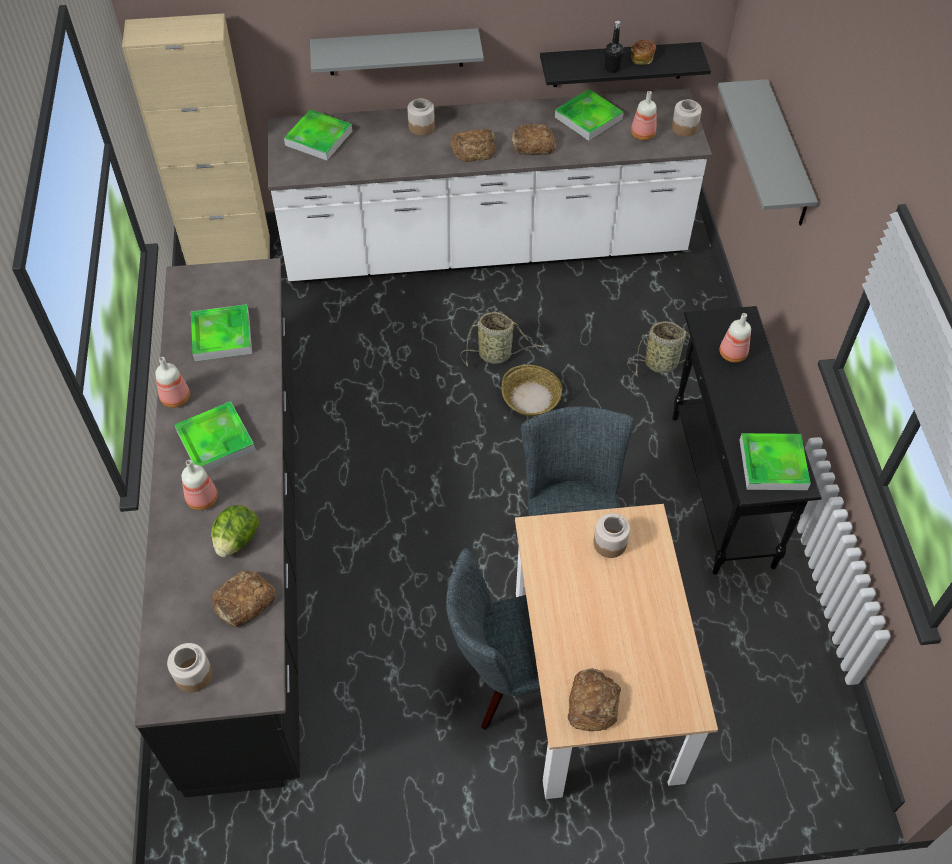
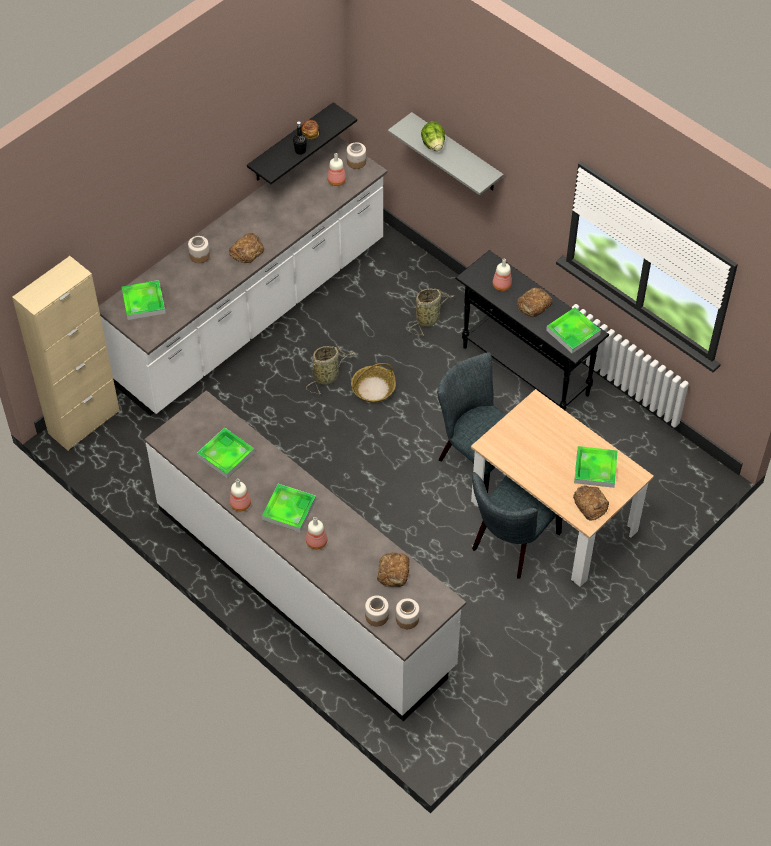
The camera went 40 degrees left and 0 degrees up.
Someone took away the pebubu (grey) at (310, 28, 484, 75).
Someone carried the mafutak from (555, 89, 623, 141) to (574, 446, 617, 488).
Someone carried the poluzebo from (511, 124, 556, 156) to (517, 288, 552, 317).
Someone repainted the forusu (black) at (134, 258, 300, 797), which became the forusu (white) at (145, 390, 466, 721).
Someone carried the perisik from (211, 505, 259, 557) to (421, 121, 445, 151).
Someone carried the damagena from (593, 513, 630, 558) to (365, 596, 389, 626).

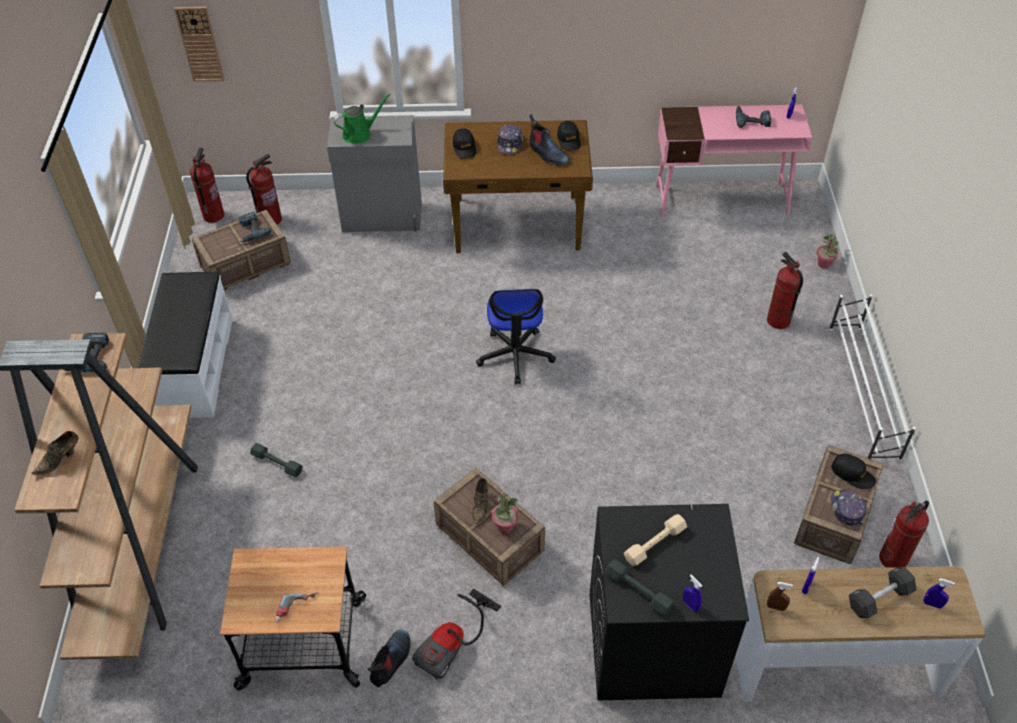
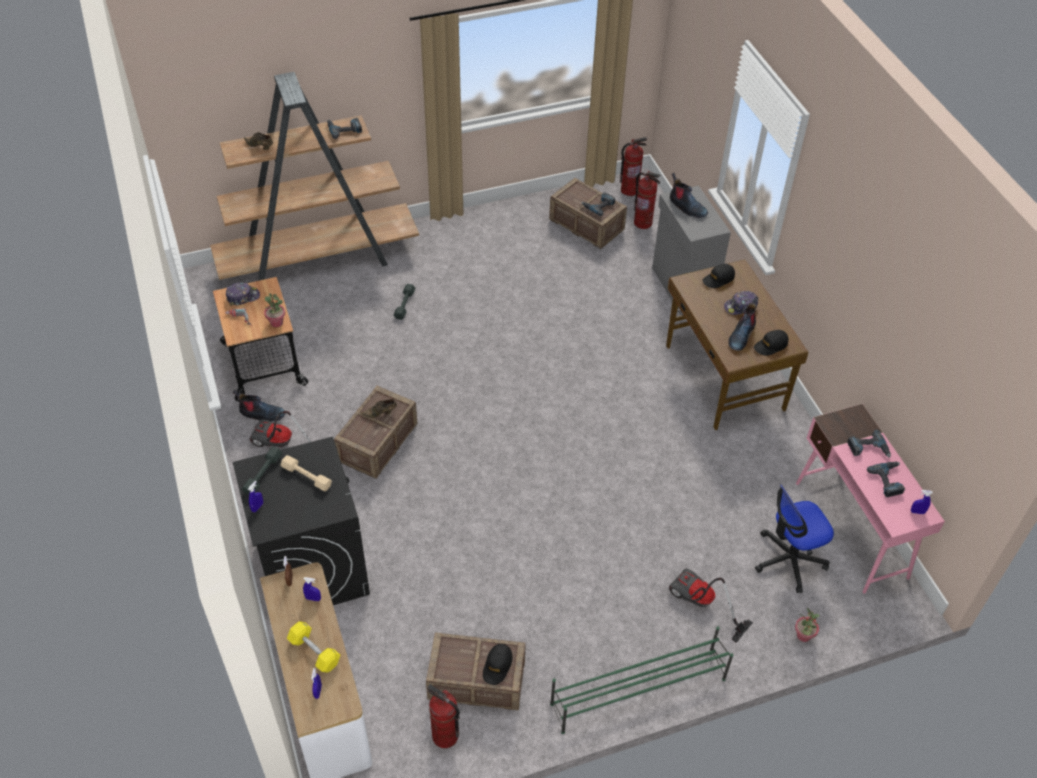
The camera went 70 degrees right and 0 degrees up.
Someone took away the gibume at (174, 7, 224, 82).
Someone swapped the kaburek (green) at (333, 93, 391, 144) for the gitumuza at (670, 173, 708, 218).
Someone swapped the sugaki at (767, 252, 803, 329) for the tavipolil at (669, 569, 753, 643).
Someone took away the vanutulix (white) at (137, 272, 233, 418).
Someone carried the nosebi from (476, 289, 556, 384) to (755, 484, 834, 593).
Someone repainted the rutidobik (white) at (829, 294, 916, 462), which became the rutidobik (green) at (550, 626, 733, 734).
Someone carried the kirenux from (831, 490, 866, 526) to (226, 282, 260, 306).
Someone carried the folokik from (492, 494, 519, 533) to (264, 293, 285, 327).
Someone repainted the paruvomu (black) at (849, 567, 917, 618), which became the paruvomu (yellow) at (287, 621, 340, 673).
Someone put down the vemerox at (847, 429, 891, 458).

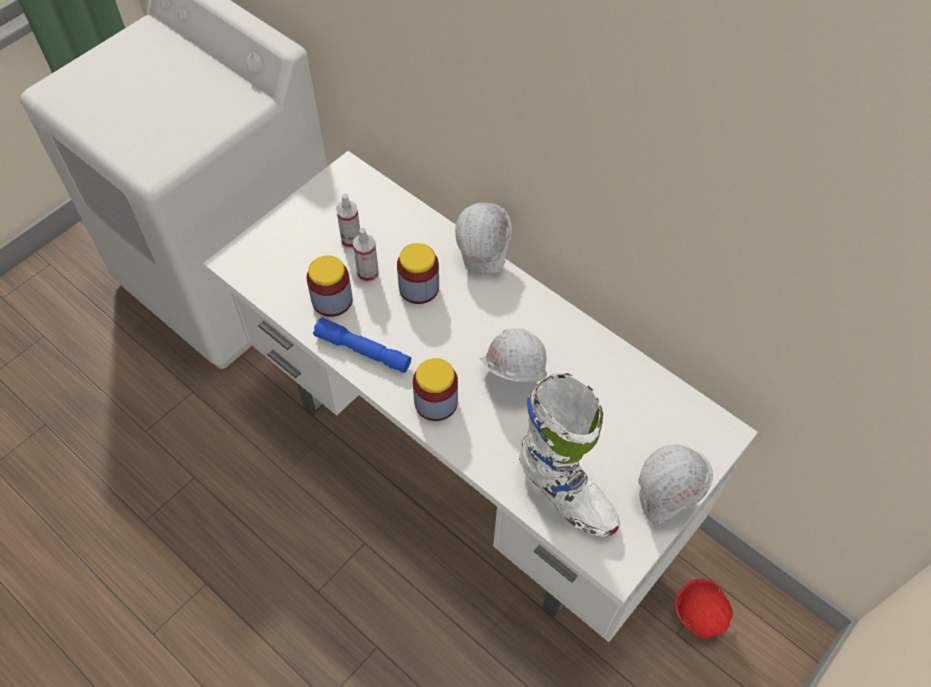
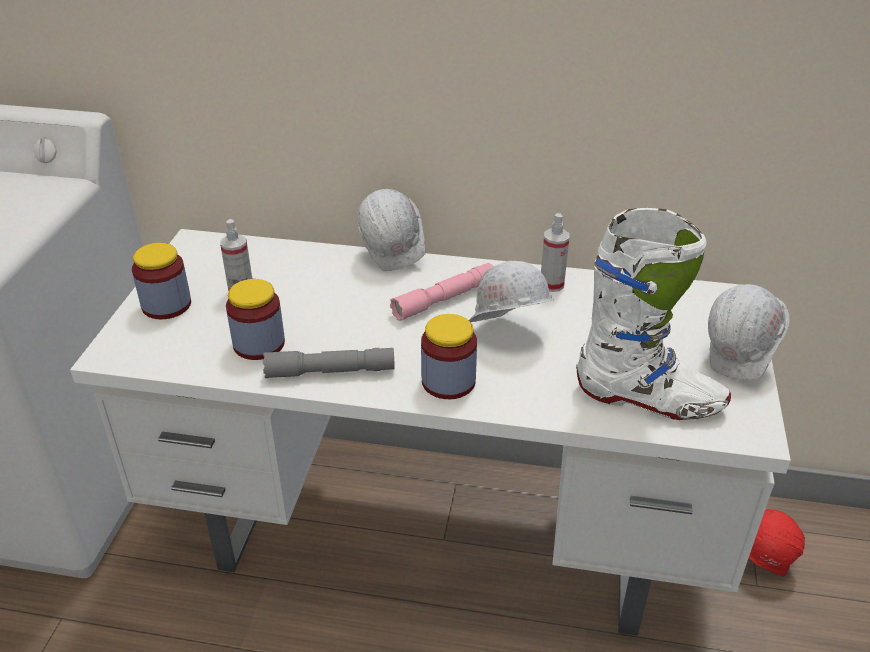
The camera went 30 degrees left and 20 degrees down.
Someone carried the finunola from (353, 228, 379, 282) to (541, 213, 569, 292).
Someone carried the damagena from (397, 243, 439, 304) to (132, 243, 191, 319).
Someone repainted the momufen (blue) at (313, 317, 411, 373), which became the momufen (grey) at (263, 348, 395, 378).
Someone put down the momufen (pink) at (390, 263, 493, 321).

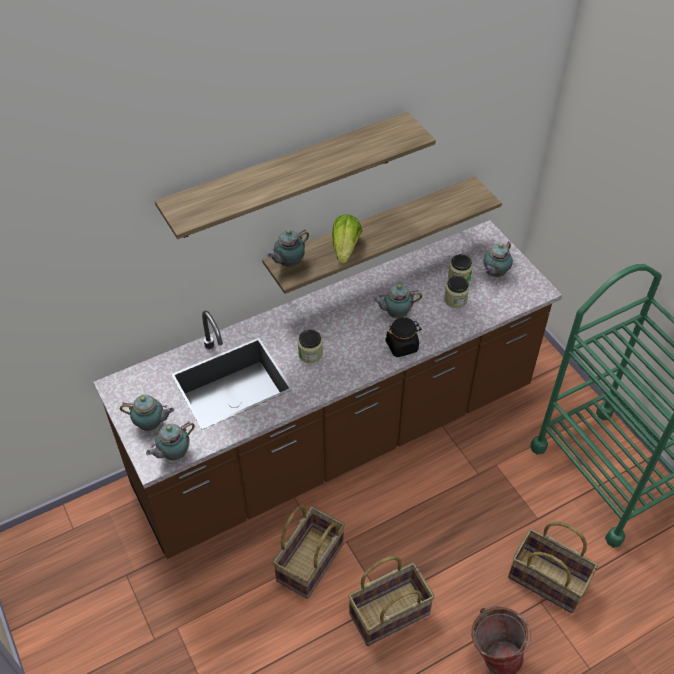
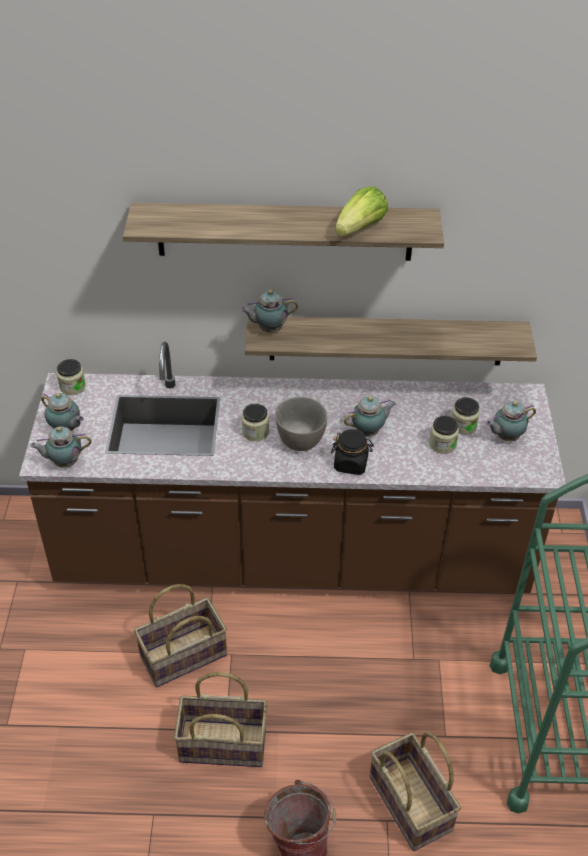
The camera went 30 degrees right and 5 degrees down.
Someone carried the perisik from (332, 214, 362, 263) to (335, 186, 388, 236).
Someone rotated the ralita at (373, 284, 422, 319) by 135 degrees clockwise.
Someone put down the damagena at (57, 359, 86, 395).
Someone put down the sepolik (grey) at (275, 397, 327, 451).

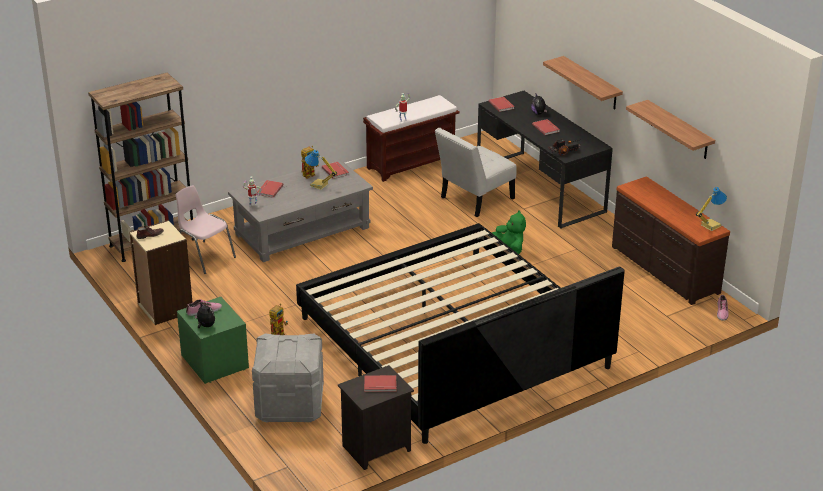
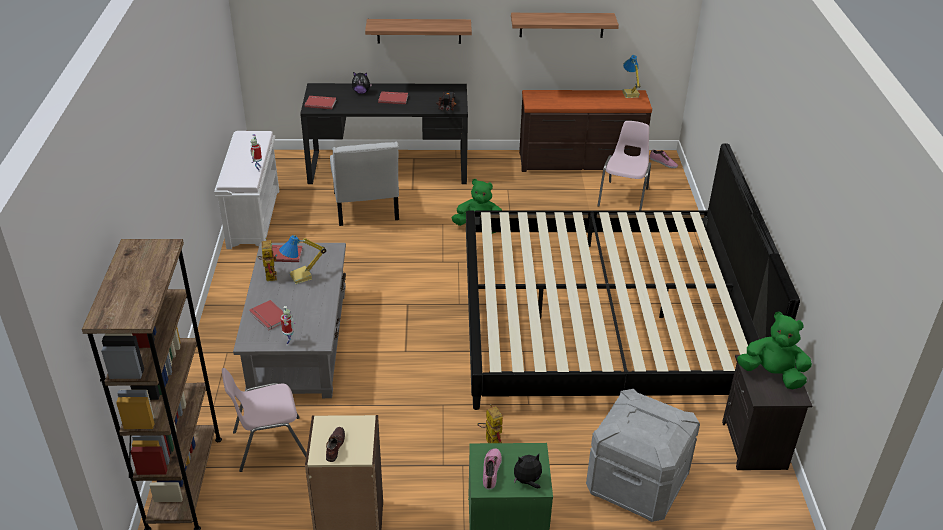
The camera went 60 degrees left and 5 degrees up.
Someone repainted the vanutulix (brown) at (363, 95, 460, 182), which became the vanutulix (white) at (214, 131, 279, 249).
Someone swapped the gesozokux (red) at (364, 375, 397, 392) for the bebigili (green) at (737, 312, 812, 389).
Someone put down the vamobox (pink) at (597, 121, 651, 210).

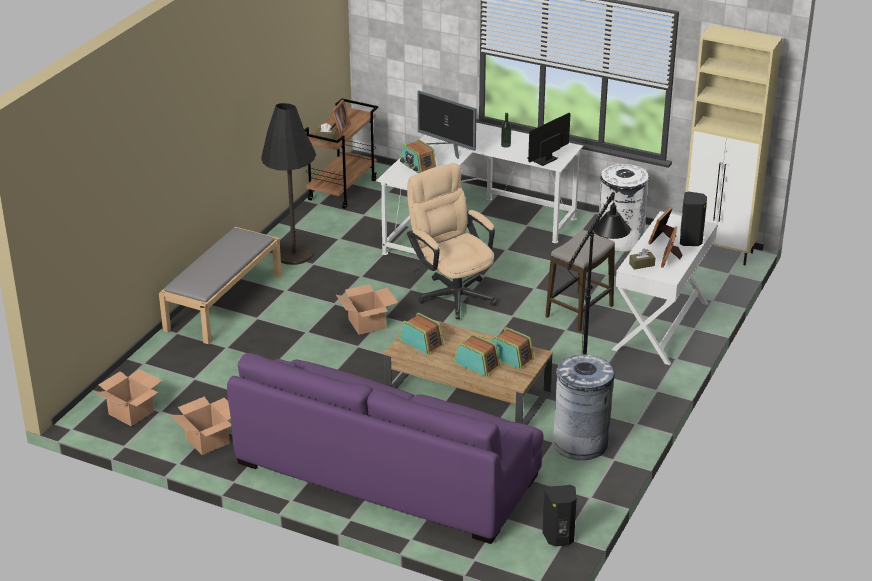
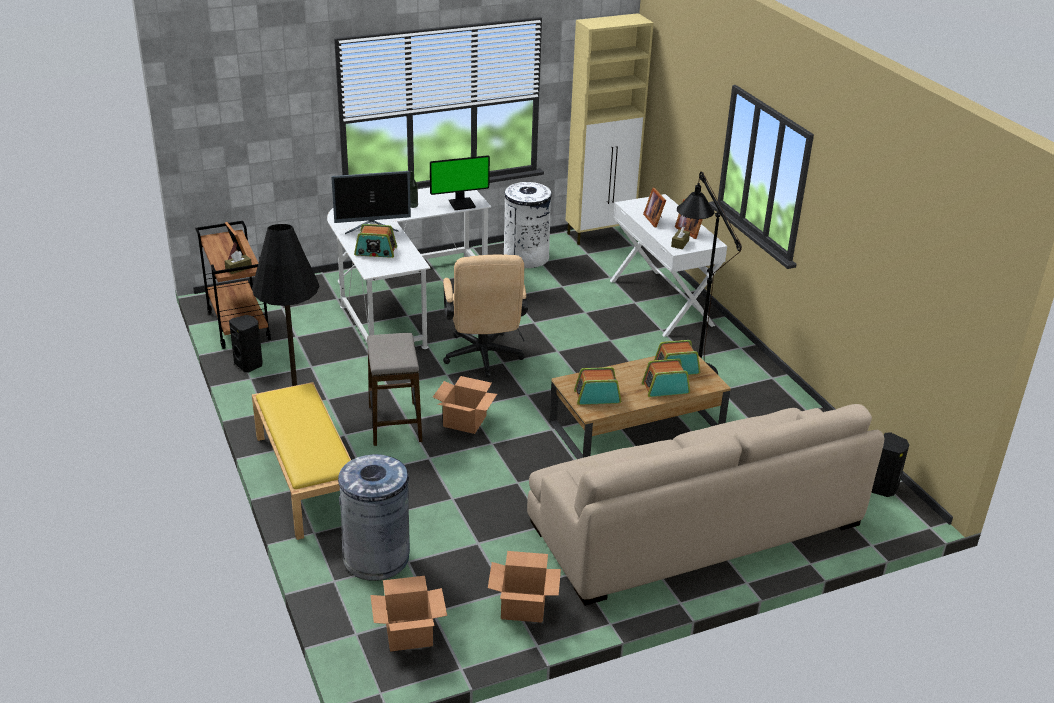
The camera went 50 degrees left and 0 degrees up.
Someone rotated the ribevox at (527, 113, 570, 166) by 105 degrees counterclockwise.
Someone rotated the nosebi (beige) at (407, 163, 497, 319) by 105 degrees counterclockwise.
Someone carried the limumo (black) from (680, 191, 707, 246) to (229, 315, 263, 372).
Someone repainted the vanutulix (grey) at (159, 227, 282, 344), which became the vanutulix (yellow) at (252, 382, 351, 540).
Someone carried the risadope from (545, 230, 615, 331) to (367, 333, 422, 446).
Someone repainted the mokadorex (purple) at (227, 353, 544, 544), which became the mokadorex (beige) at (527, 404, 884, 606).
Someone carried the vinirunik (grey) from (552, 354, 615, 460) to (338, 454, 410, 581).

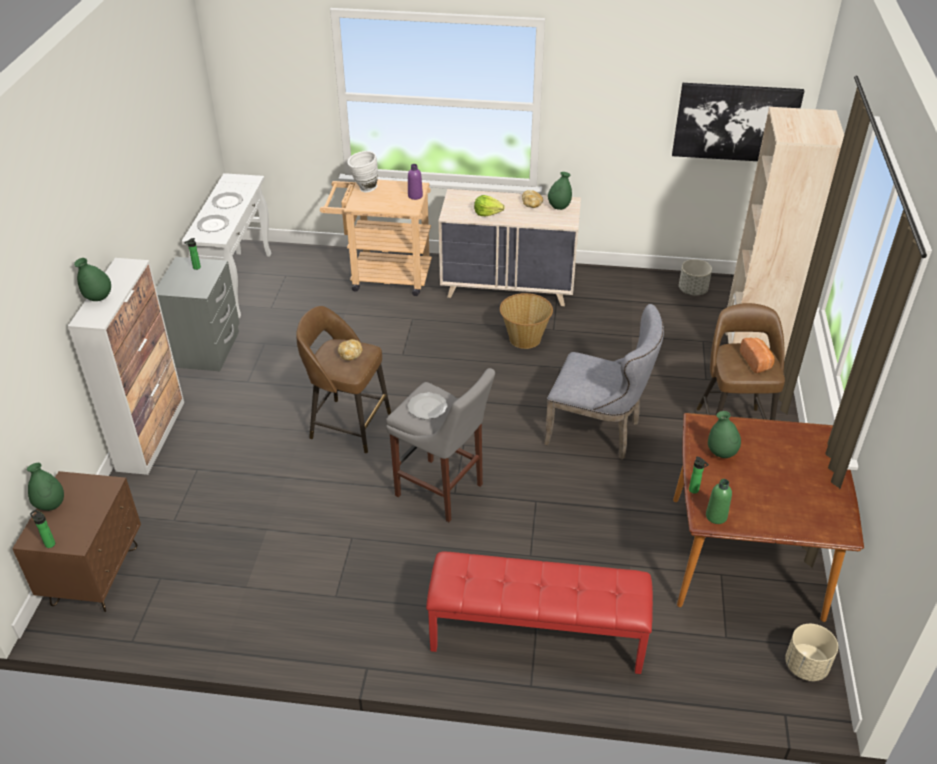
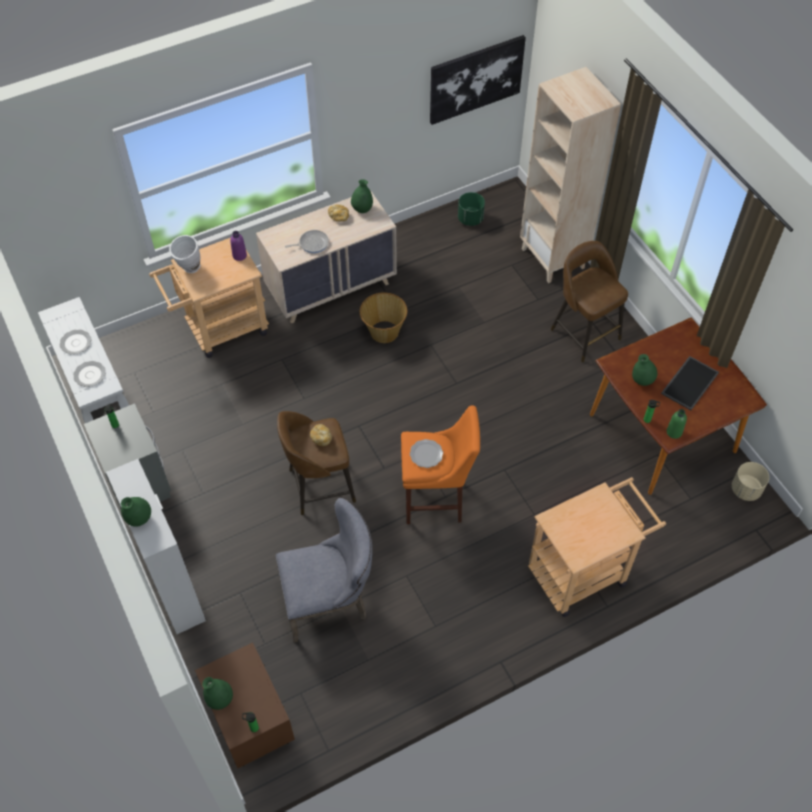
The camera went 35 degrees left and 15 degrees up.
Someone swapped the perisik at (474, 195, 505, 216) for the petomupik at (285, 230, 329, 253).
Someone repainted the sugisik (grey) at (679, 259, 712, 296), which became the sugisik (green) at (458, 192, 485, 226).
Someone carried the vamobox (grey) from (544, 304, 664, 460) to (276, 498, 372, 643).
Someone took away the poluzebo at (740, 337, 775, 373).
Someone repainted the risadope (grey) at (386, 368, 495, 522), which became the risadope (orange) at (401, 406, 480, 524).
Someone swapped the vanutulix (red) at (426, 551, 653, 674) for the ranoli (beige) at (528, 477, 666, 617).
Someone put down the mafutak at (661, 356, 719, 410).

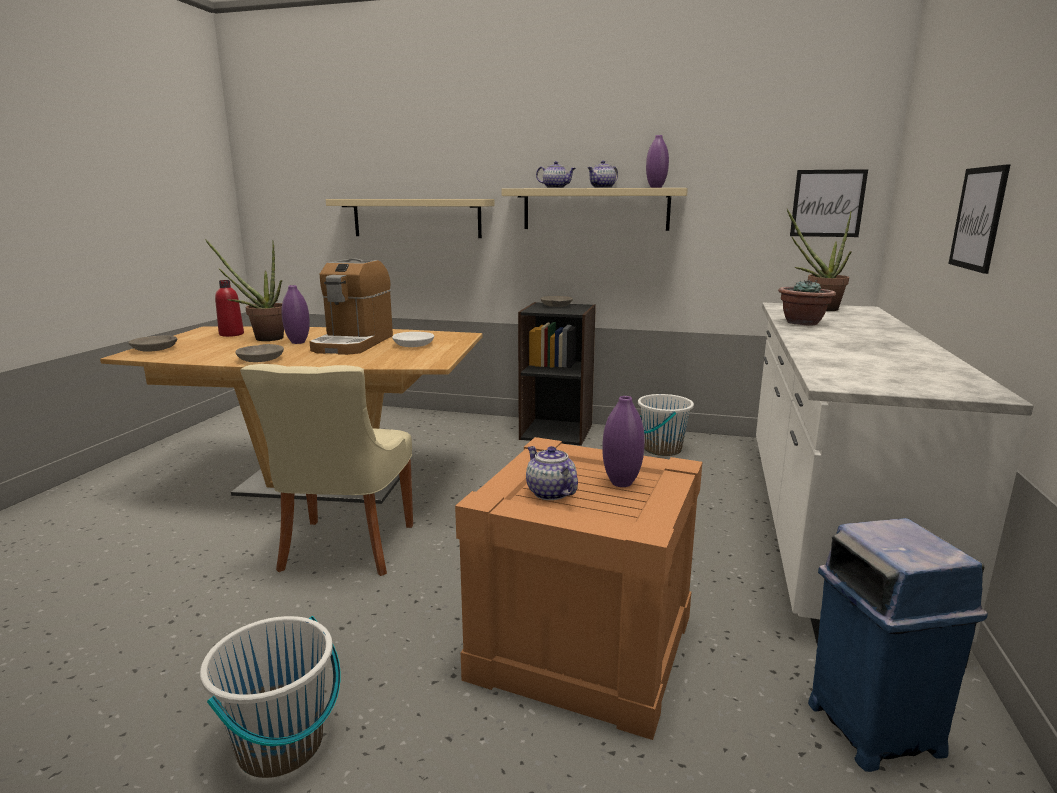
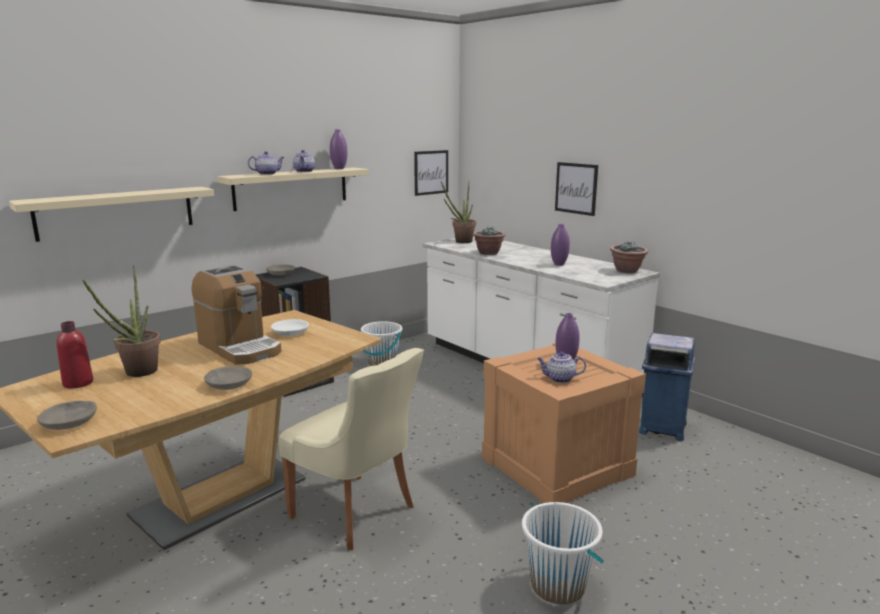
The camera went 55 degrees left and 0 degrees up.
Someone carried the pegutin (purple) from (281, 285, 310, 344) to (551, 224, 570, 266).
Someone put down the folokik at (610, 242, 648, 273).

